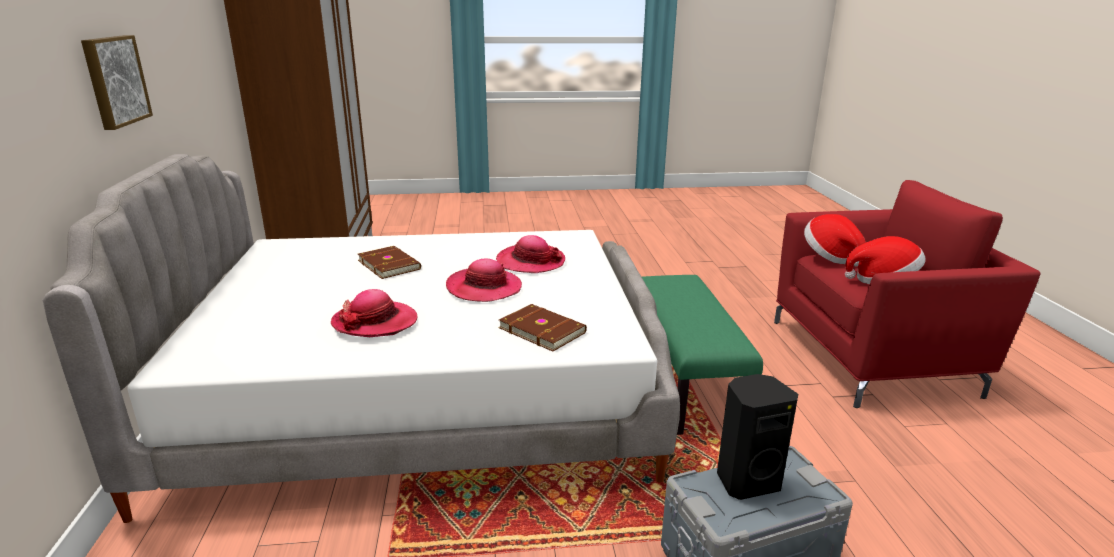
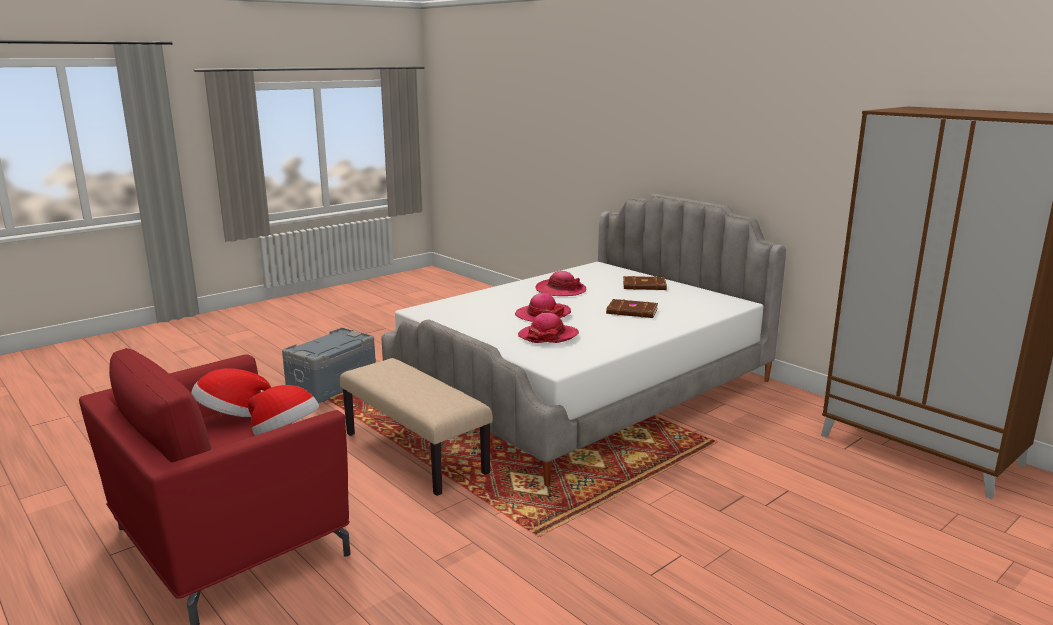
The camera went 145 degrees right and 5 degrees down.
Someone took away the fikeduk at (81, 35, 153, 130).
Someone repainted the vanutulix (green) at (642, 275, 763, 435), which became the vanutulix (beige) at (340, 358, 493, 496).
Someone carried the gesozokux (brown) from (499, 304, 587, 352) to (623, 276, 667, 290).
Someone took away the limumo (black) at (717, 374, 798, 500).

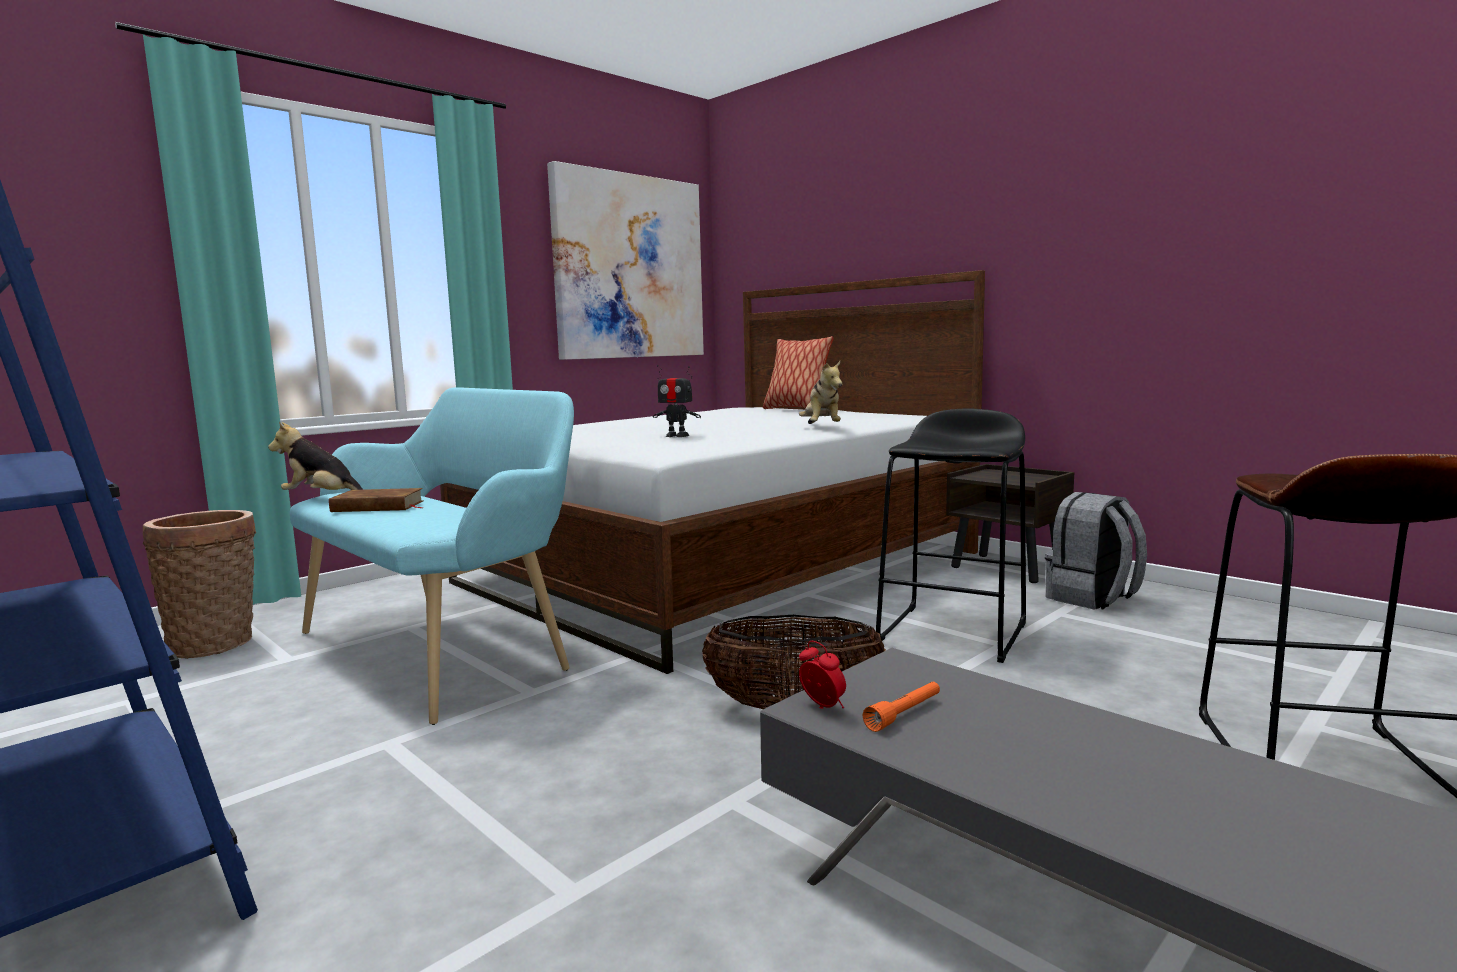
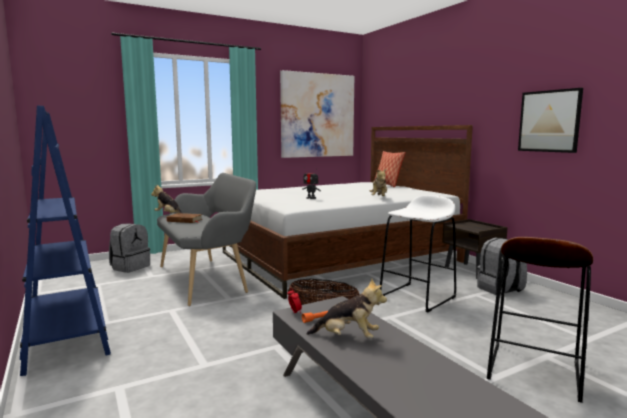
The camera went 15 degrees right and 0 degrees up.
Someone repainted the vanutulix (turquoise) at (290, 387, 574, 725), which became the vanutulix (grey) at (157, 173, 256, 306).
Someone repainted the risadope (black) at (876, 408, 1026, 663), which became the risadope (white) at (380, 195, 456, 312).
Someone swapped the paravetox at (143, 510, 256, 659) for the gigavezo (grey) at (109, 224, 150, 273).
Someone put up the fikeduk at (518, 88, 583, 153).
Someone put down the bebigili at (307, 278, 387, 338).

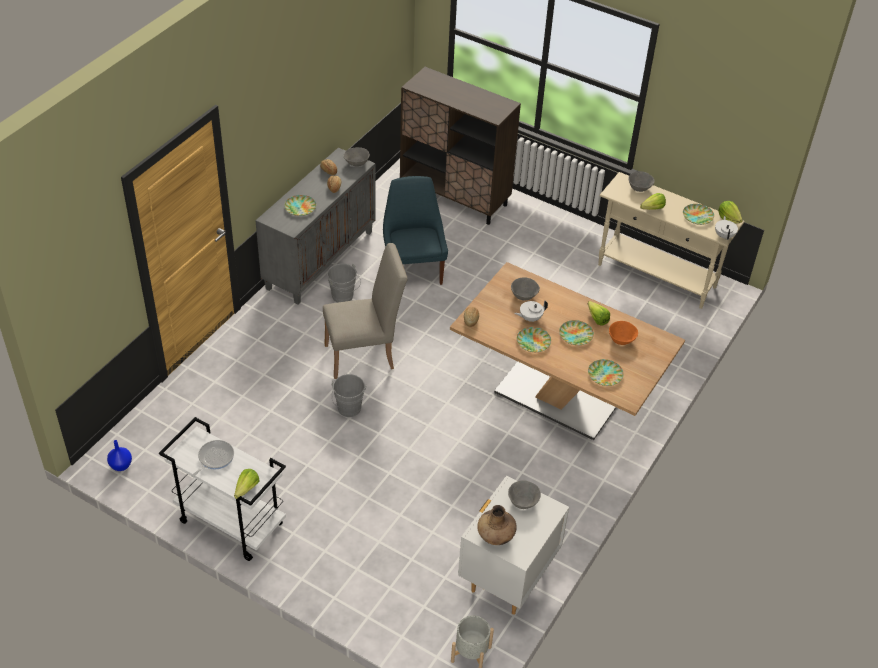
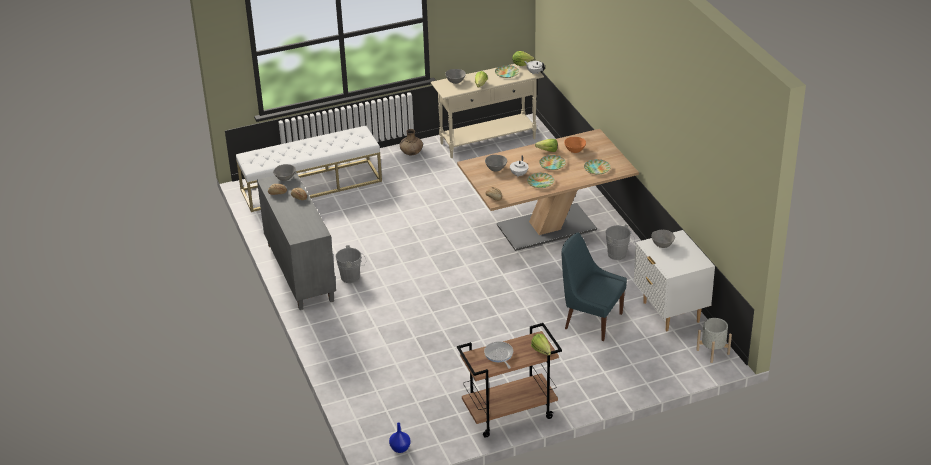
The camera went 50 degrees left and 10 degrees down.
Someone swapped the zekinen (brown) at (400, 67, 521, 225) for the vanutulix (white) at (236, 126, 382, 212).
Someone carried the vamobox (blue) from (383, 176, 448, 285) to (562, 232, 627, 341).
Someone took away the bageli at (284, 195, 316, 216).
Someone took away the vamobox (beige) at (323, 243, 408, 379).
Someone carried the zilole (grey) from (331, 374, 366, 417) to (605, 224, 635, 260).
Someone repainted the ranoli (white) at (159, 417, 286, 561), which became the ranoli (brown) at (457, 323, 562, 438).
Someone carried the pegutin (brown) from (477, 505, 517, 545) to (400, 129, 423, 155).

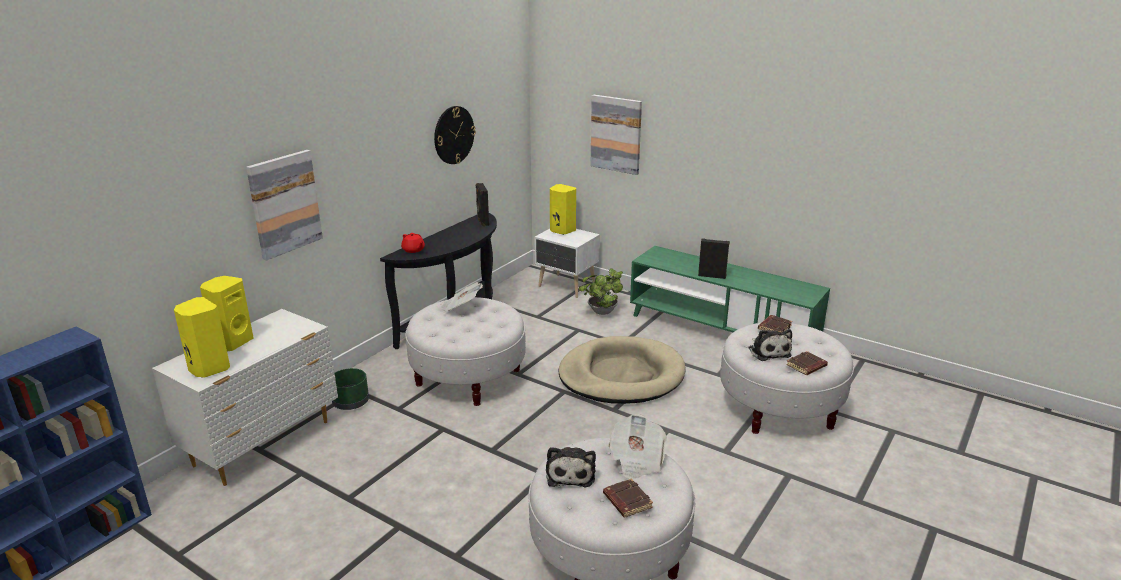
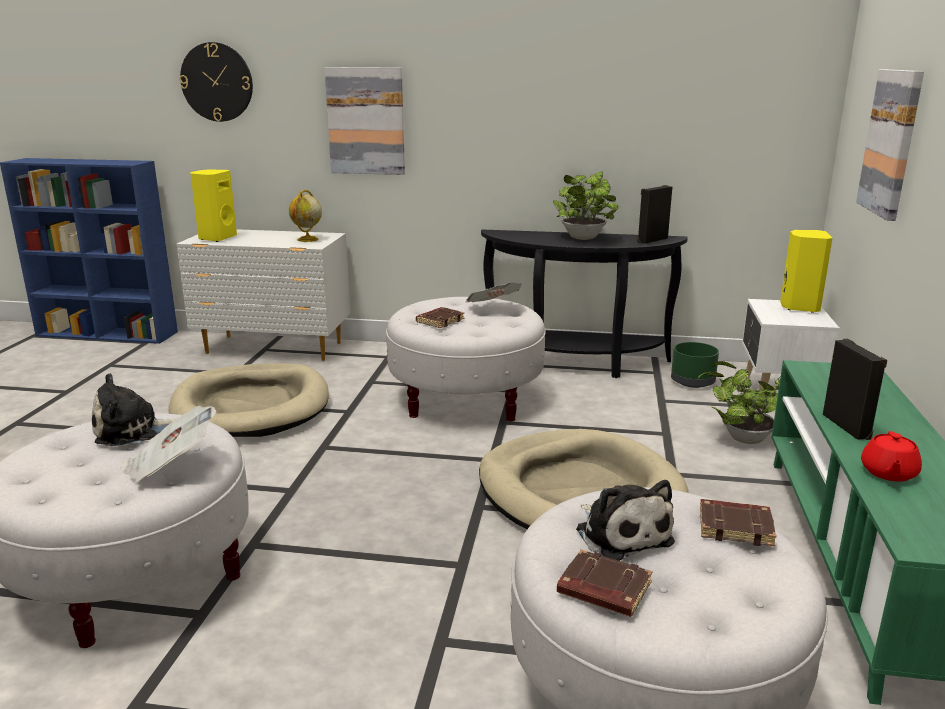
The camera went 65 degrees right and 5 degrees down.
Someone carried the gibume from (434, 106, 476, 164) to (179, 42, 253, 122).
Someone carried the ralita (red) from (401, 233, 425, 253) to (861, 431, 922, 481).
Someone took away the limumo (yellow) at (200, 276, 254, 351).
Someone rotated the bebigili at (749, 329, 792, 361) by 75 degrees counterclockwise.
Someone carried the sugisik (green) from (332, 368, 369, 410) to (671, 342, 719, 388).
Someone carried the gesozokux (brown) from (603, 478, 653, 518) to (416, 307, 465, 328).
Someone put down the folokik at (553, 171, 620, 240).
Someone put down the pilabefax at (289, 190, 322, 242).
Someone put down the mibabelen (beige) at (168, 363, 329, 437).

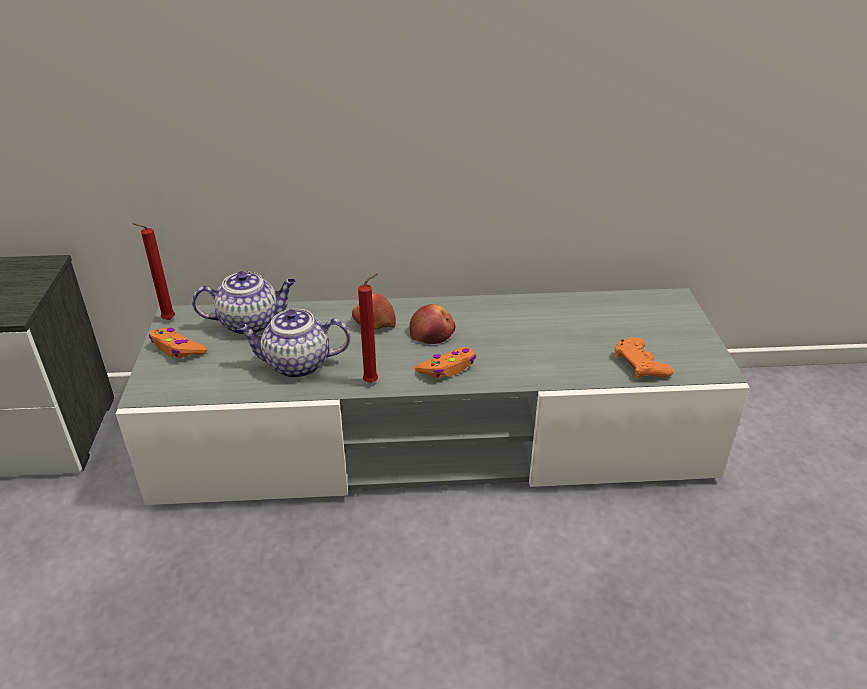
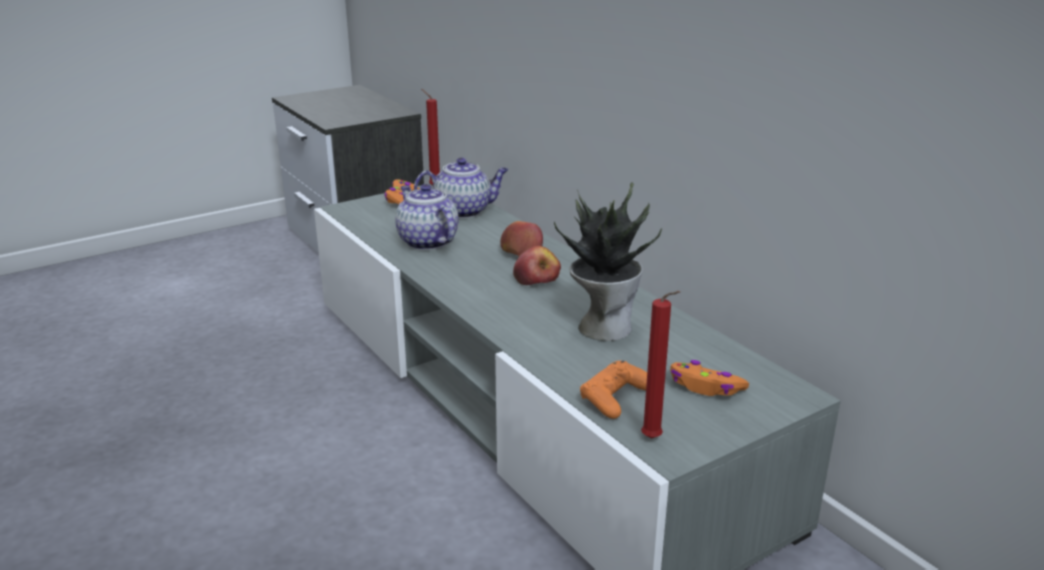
The camera went 60 degrees right and 10 degrees down.
Someone rotated the ralita at (192, 271, 296, 335) by 60 degrees counterclockwise.
Someone carried the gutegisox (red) from (358, 273, 378, 383) to (641, 291, 680, 439).
Someone carried the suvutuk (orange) from (415, 347, 476, 378) to (670, 360, 749, 396).
Someone put down the folokik at (554, 182, 662, 341).

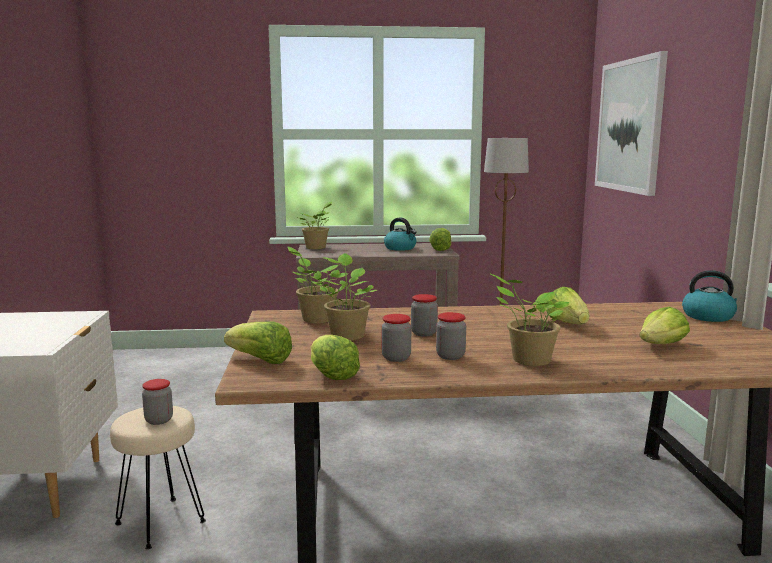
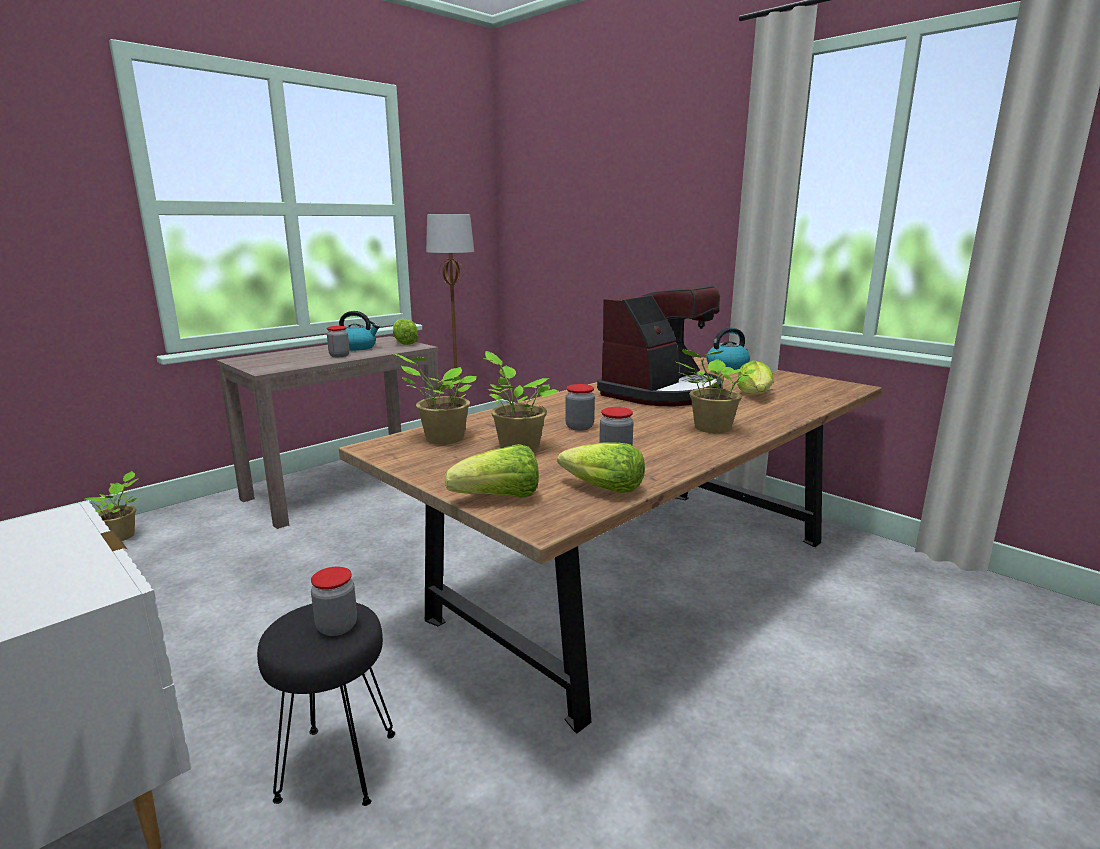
The camera went 40 degrees left and 5 degrees up.
Someone took away the fikeduk at (595, 51, 668, 196).
Someone carried the folokik from (298, 201, 332, 249) to (79, 471, 138, 541).
Someone swapped the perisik at (546, 287, 589, 324) for the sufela at (597, 286, 723, 406).
Someone carried the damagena from (436, 312, 466, 360) to (327, 326, 349, 357).
Someone repainted the risadope (beige) at (110, 406, 206, 549), which became the risadope (black) at (257, 603, 395, 806).

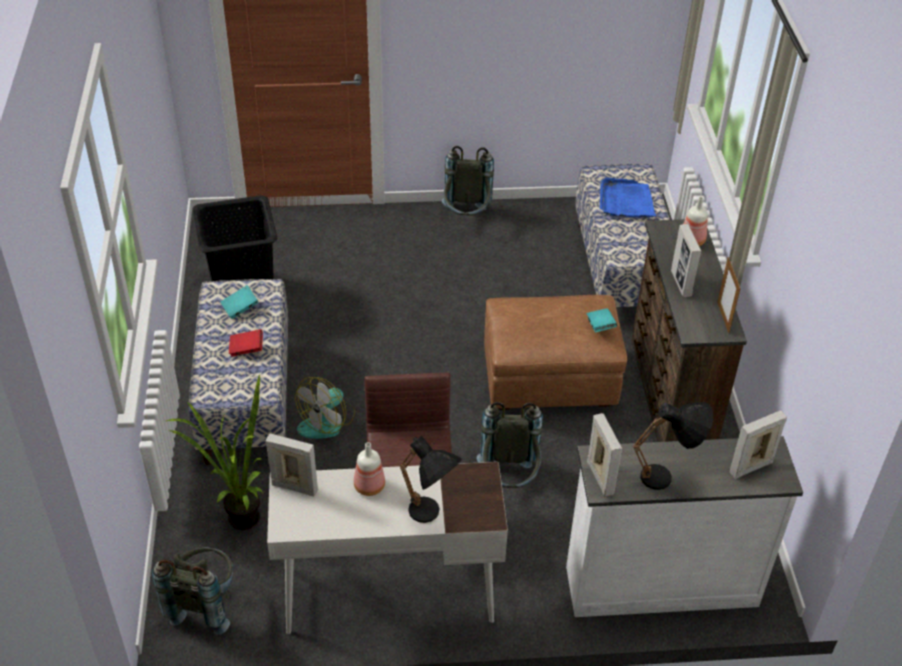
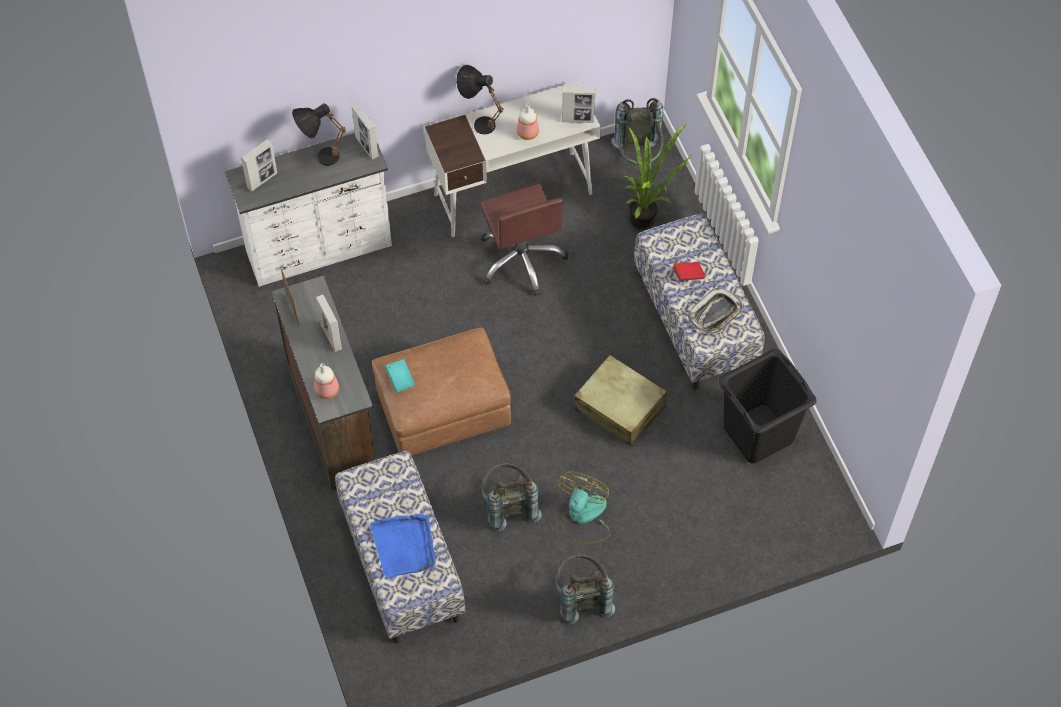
The camera went 165 degrees right and 15 degrees up.
Someone swapped the gesozokux (turquoise) at (220, 285, 259, 319) for the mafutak at (688, 288, 743, 335).
Someone carried the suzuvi from (295, 377, 355, 439) to (557, 471, 611, 544).
Someone carried the gigavezo (grey) from (477, 402, 543, 488) to (482, 463, 542, 532).
Someone put down the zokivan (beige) at (574, 355, 667, 446).

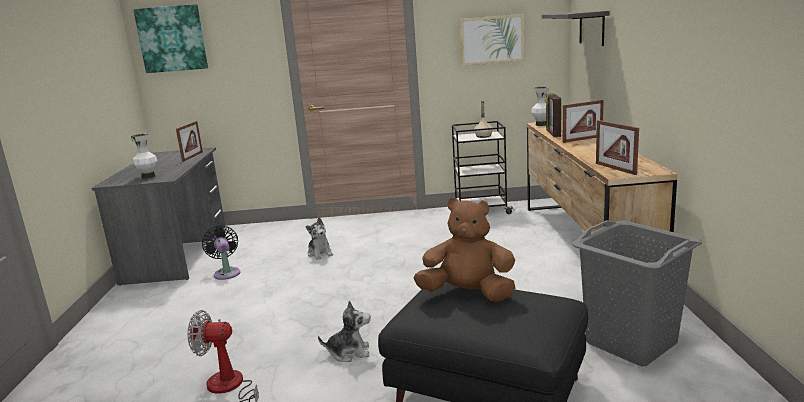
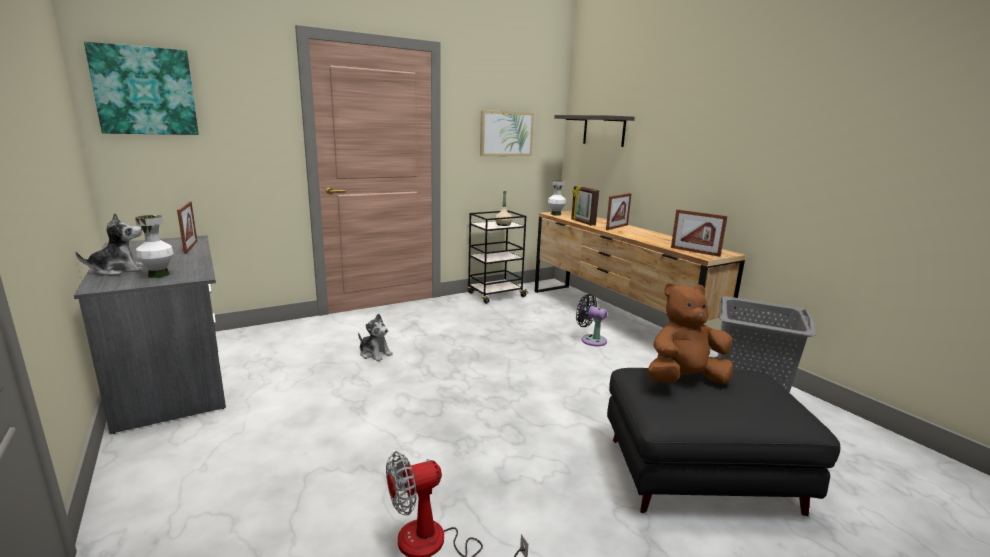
The camera went 30 degrees left and 0 degrees up.
Someone carried the suzuvi (black) from (202, 226, 240, 280) to (576, 294, 608, 346).
Someone carried the bebigili from (318, 300, 370, 362) to (76, 213, 143, 276).

